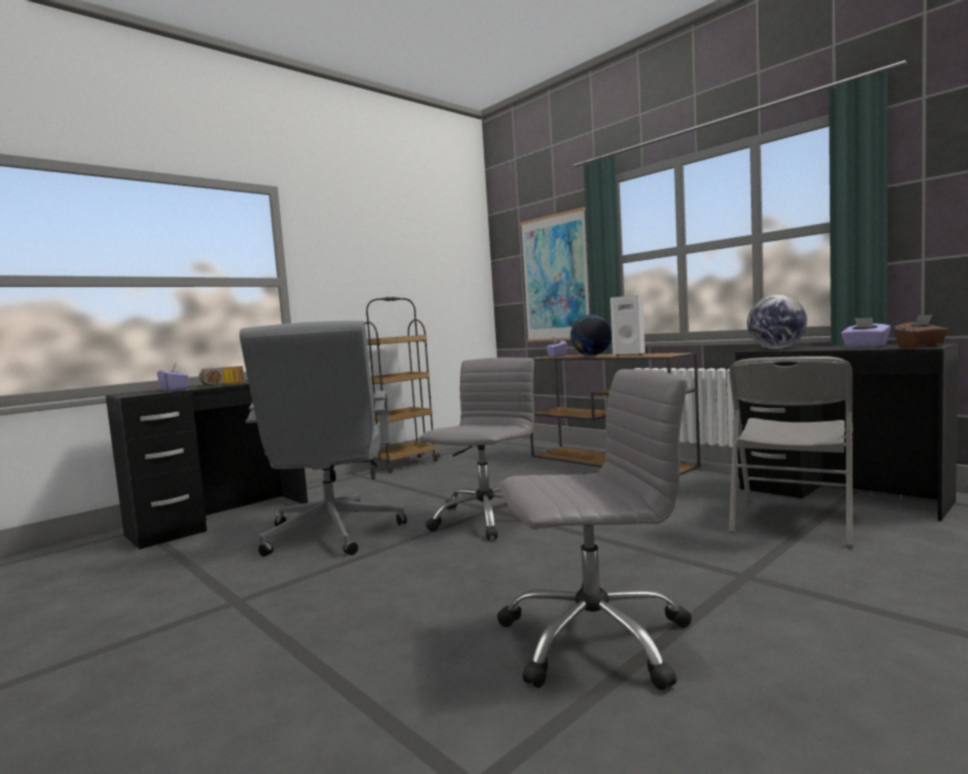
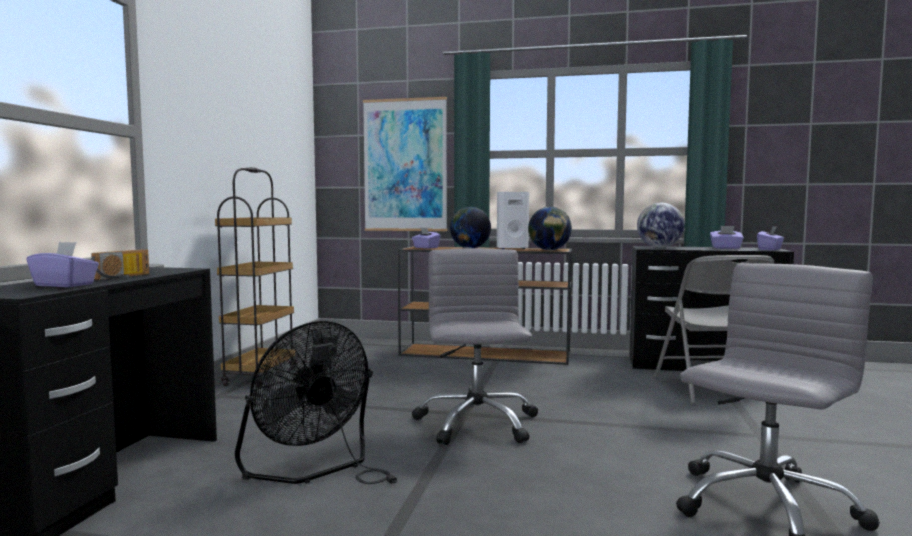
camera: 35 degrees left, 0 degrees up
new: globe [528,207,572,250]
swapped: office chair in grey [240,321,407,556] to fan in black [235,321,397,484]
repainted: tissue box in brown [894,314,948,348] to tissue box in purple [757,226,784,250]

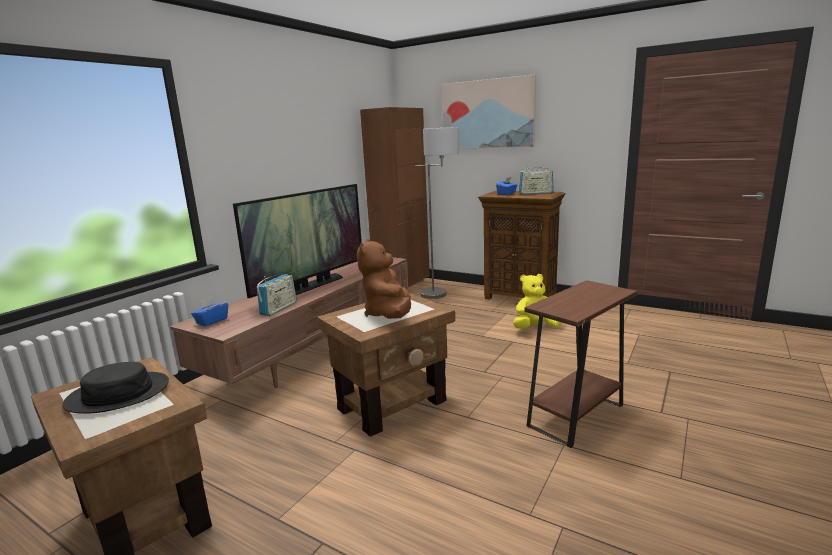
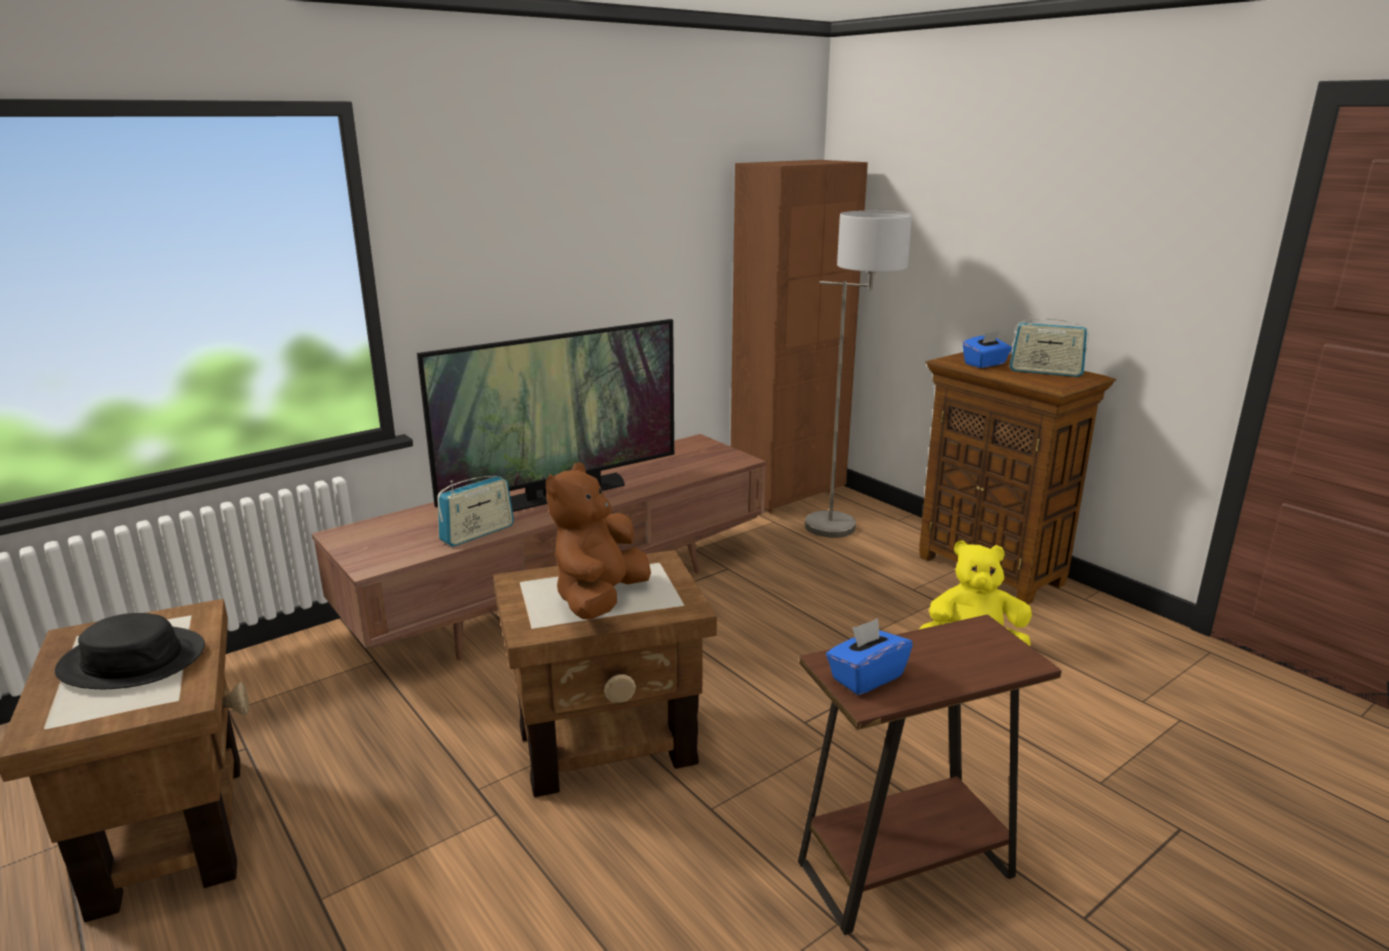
camera: 20 degrees right, 5 degrees up
gone: picture [442,74,536,149]
shifted: tissue box in blue [191,297,228,327] to [826,618,913,695]

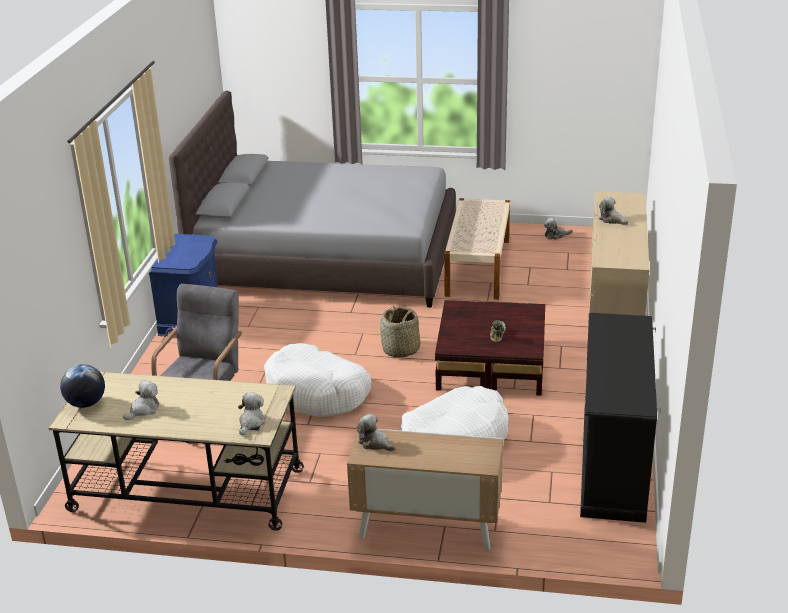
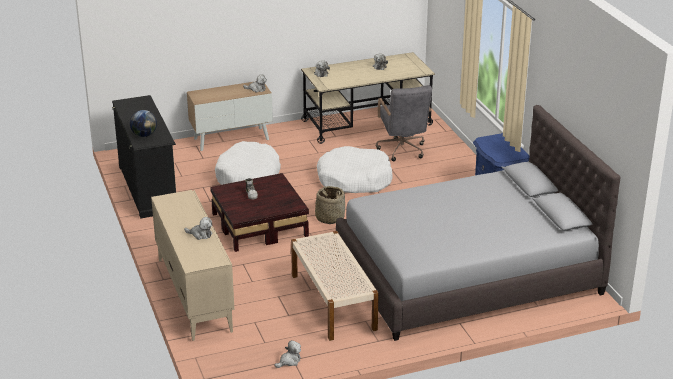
camera: 150 degrees right, 0 degrees up
shifted: globe [60,364,105,408] to [130,110,157,137]

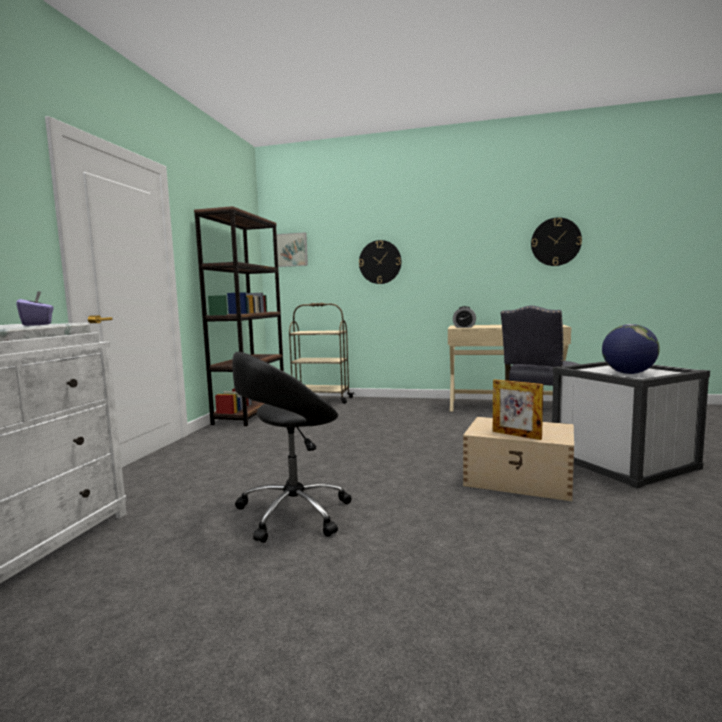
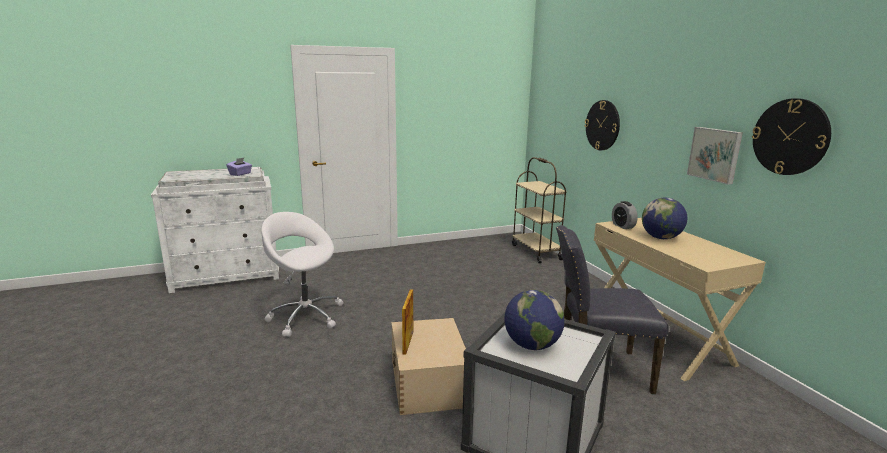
camera: 55 degrees right, 10 degrees up
gone: bookcase in brown [194,206,284,426]
new: globe [642,198,688,239]
shifted: picture [277,232,308,267] to [687,127,743,184]
repainted: office chair in black [232,352,352,543] to office chair in white [261,212,344,337]

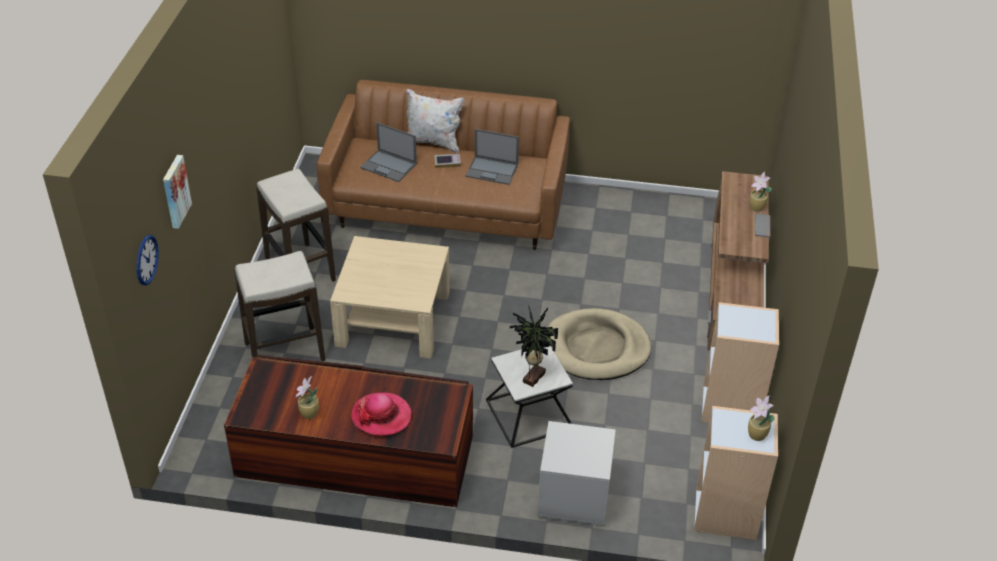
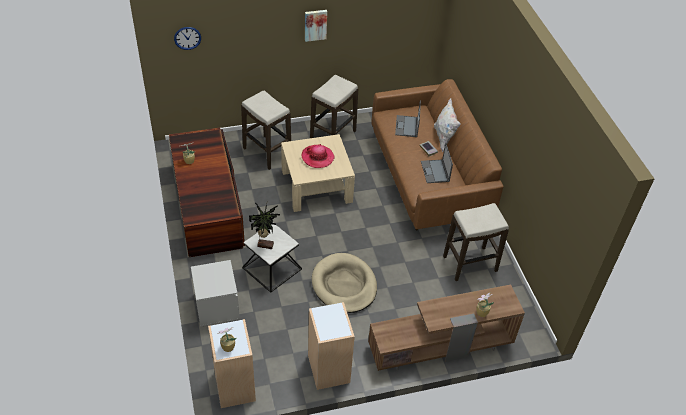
camera: 65 degrees right, 5 degrees up
new: stool [443,203,509,281]
shifted: picture [163,155,192,229] to [305,10,327,42]; hat [351,393,411,436] to [302,144,335,168]

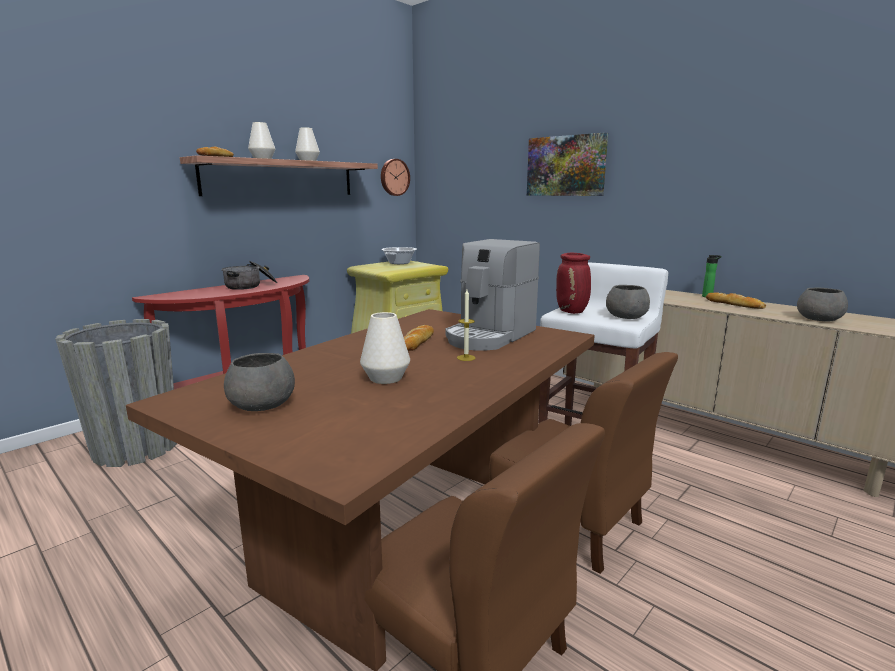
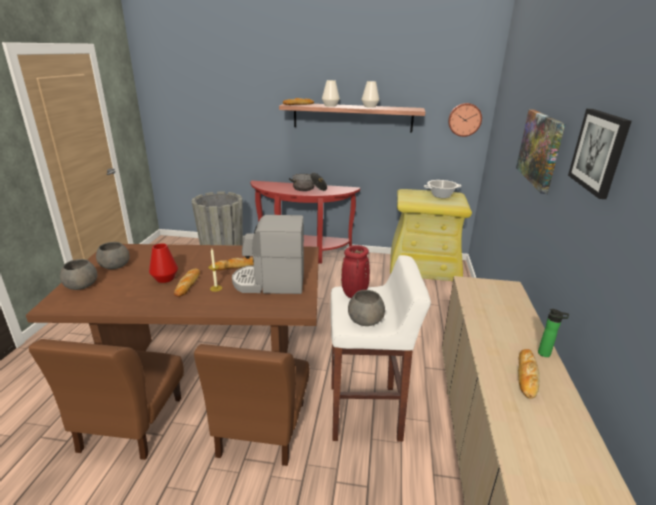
camera: 55 degrees right, 10 degrees up
new: bread [174,269,200,297]; picture [568,109,632,199]
shifted: bowl in grey [797,288,848,322] to [60,259,97,290]
repainted: vase in white [360,312,410,384] to vase in red [149,243,178,283]

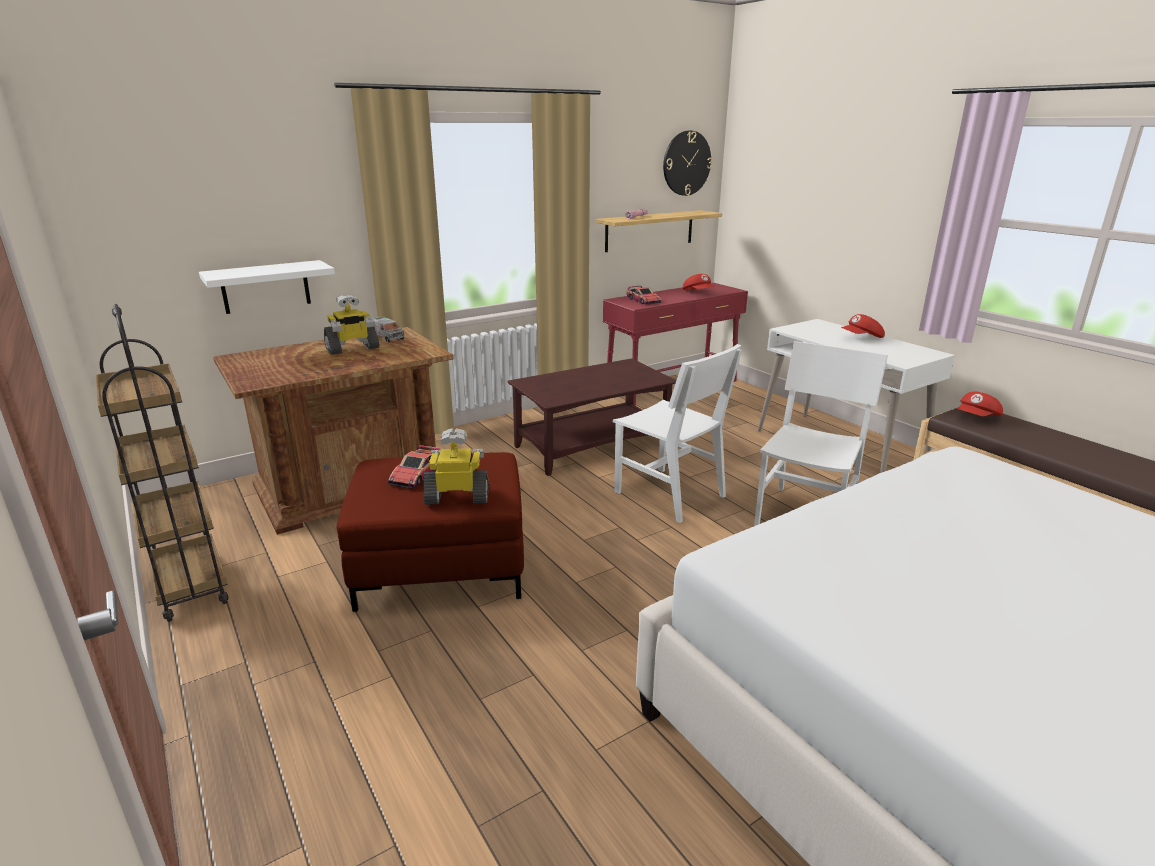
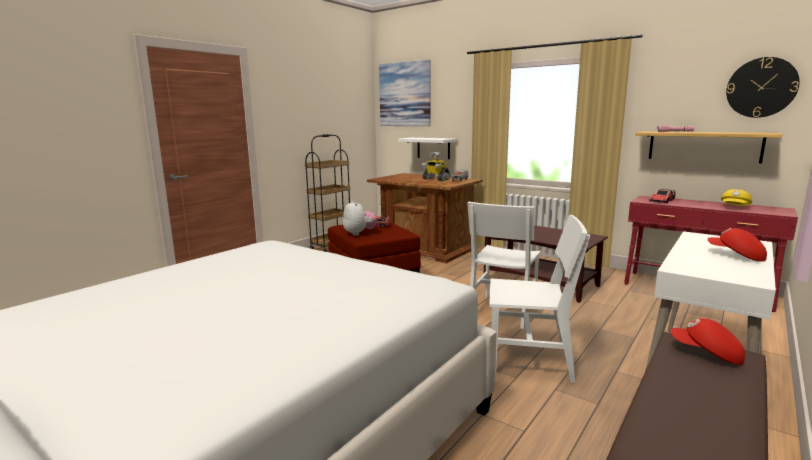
camera: 70 degrees right, 10 degrees down
new: picture [379,60,431,126]
swapped: toy robot [424,428,489,505] to plush toy [343,200,377,236]
repainted: cap in red [683,274,714,290] to cap in yellow [721,189,752,206]

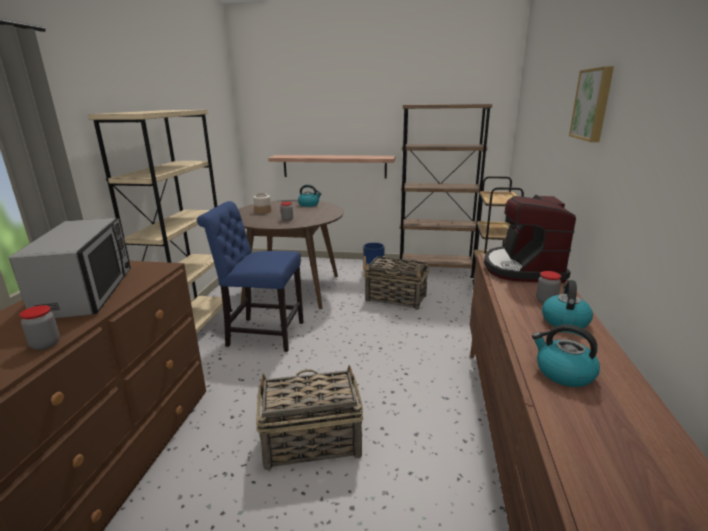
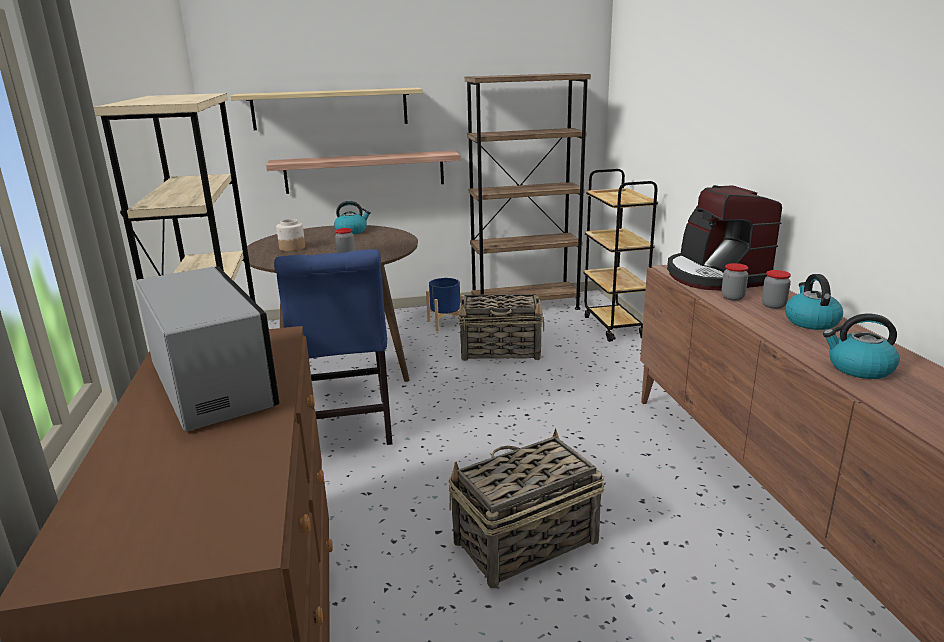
camera: 20 degrees left, 0 degrees up
gone: picture [569,66,614,142]
new: shelf [230,88,423,130]
shifted: jar [19,305,60,350] to [721,263,748,301]
rotated: chair in blue [197,201,303,352] = [274,249,392,445] 90 degrees counterclockwise

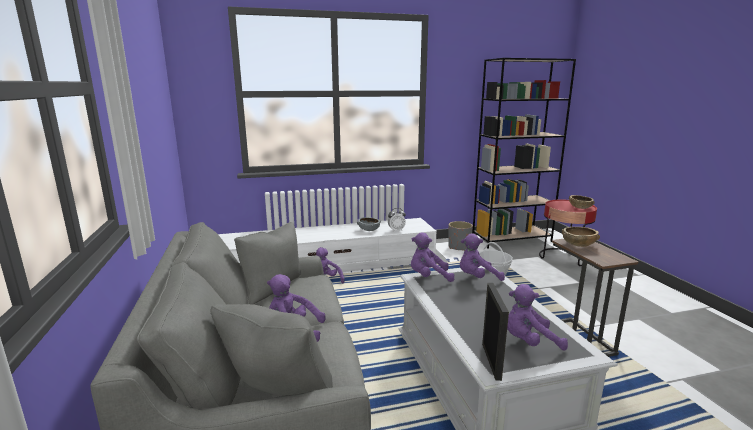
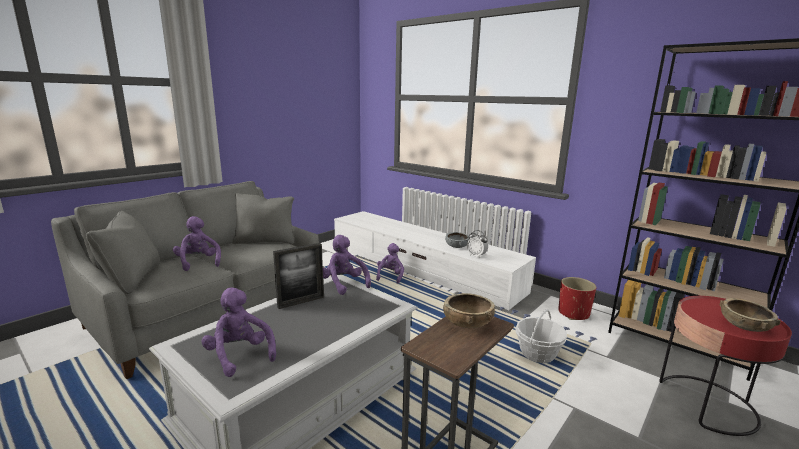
camera: 55 degrees right, 0 degrees up
gone: plush toy in purple [460,234,505,281]
shifted: picture frame [482,283,509,381] to [273,243,324,309]
repainted: planter in grey [448,221,473,251] to planter in red [558,277,597,320]

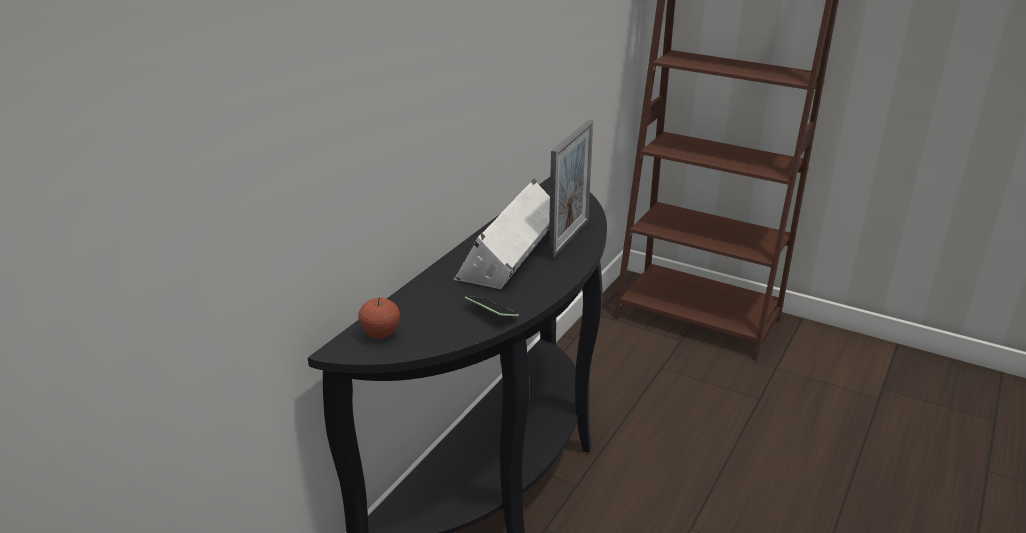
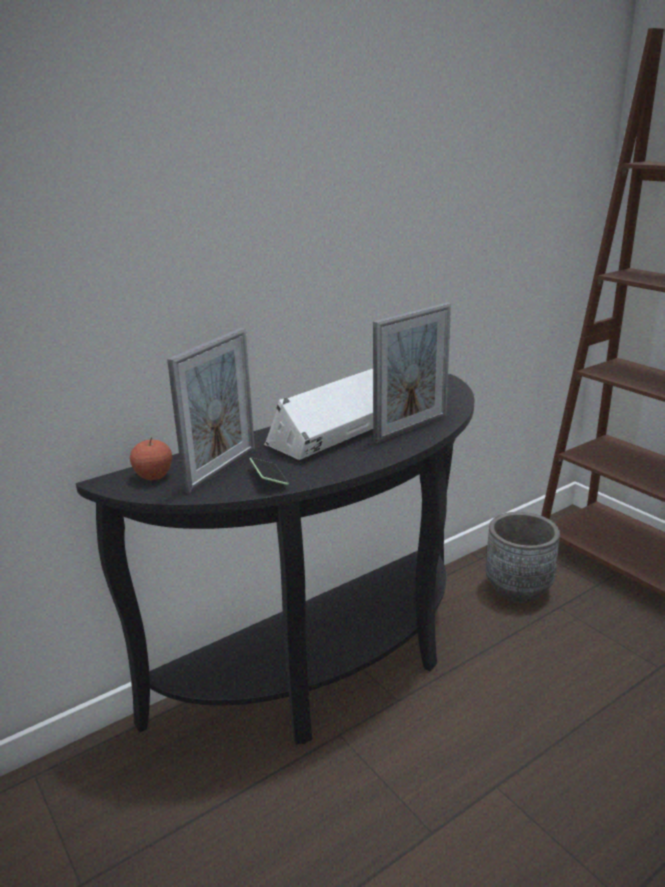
camera: 25 degrees right, 5 degrees down
new: picture frame [167,328,255,494]; planter in grey [486,512,560,603]

